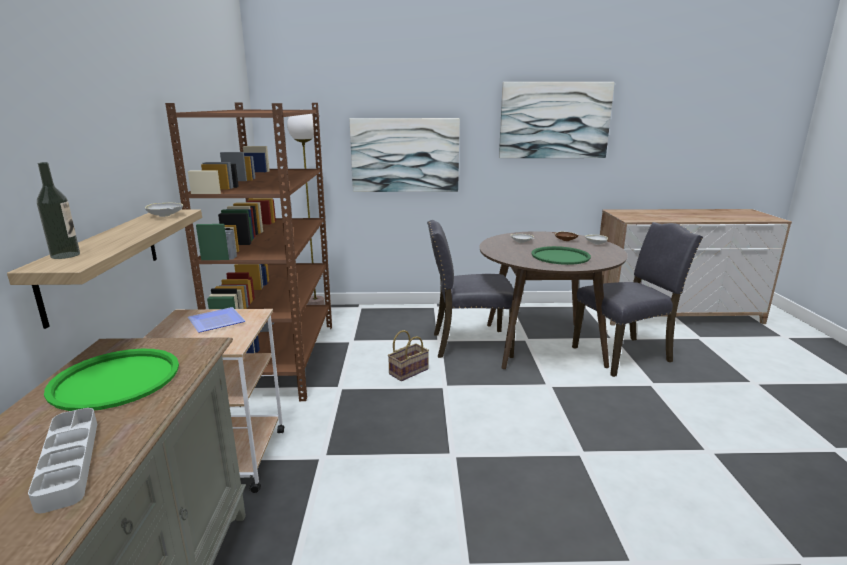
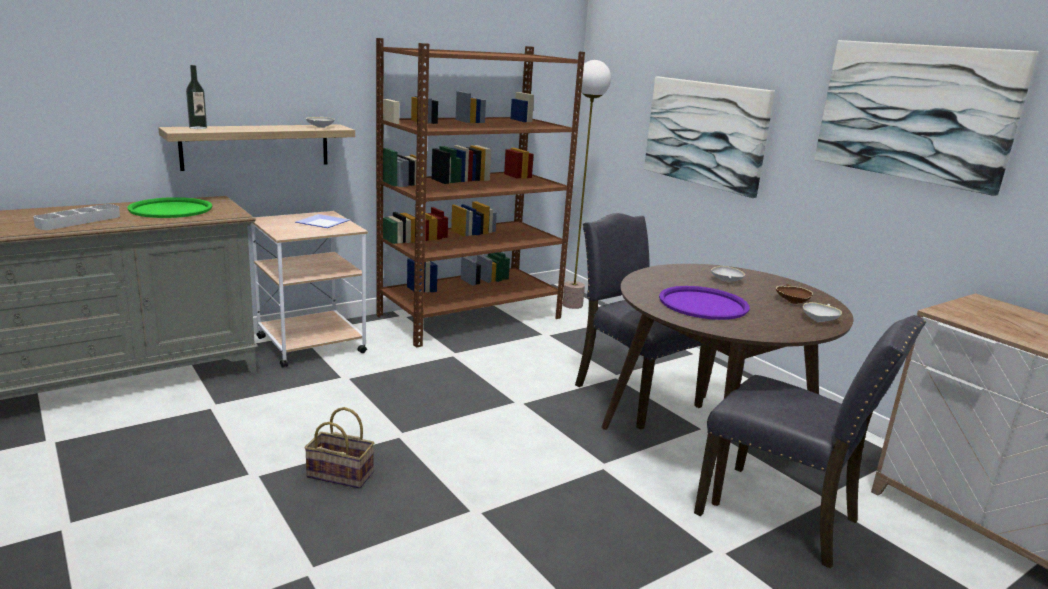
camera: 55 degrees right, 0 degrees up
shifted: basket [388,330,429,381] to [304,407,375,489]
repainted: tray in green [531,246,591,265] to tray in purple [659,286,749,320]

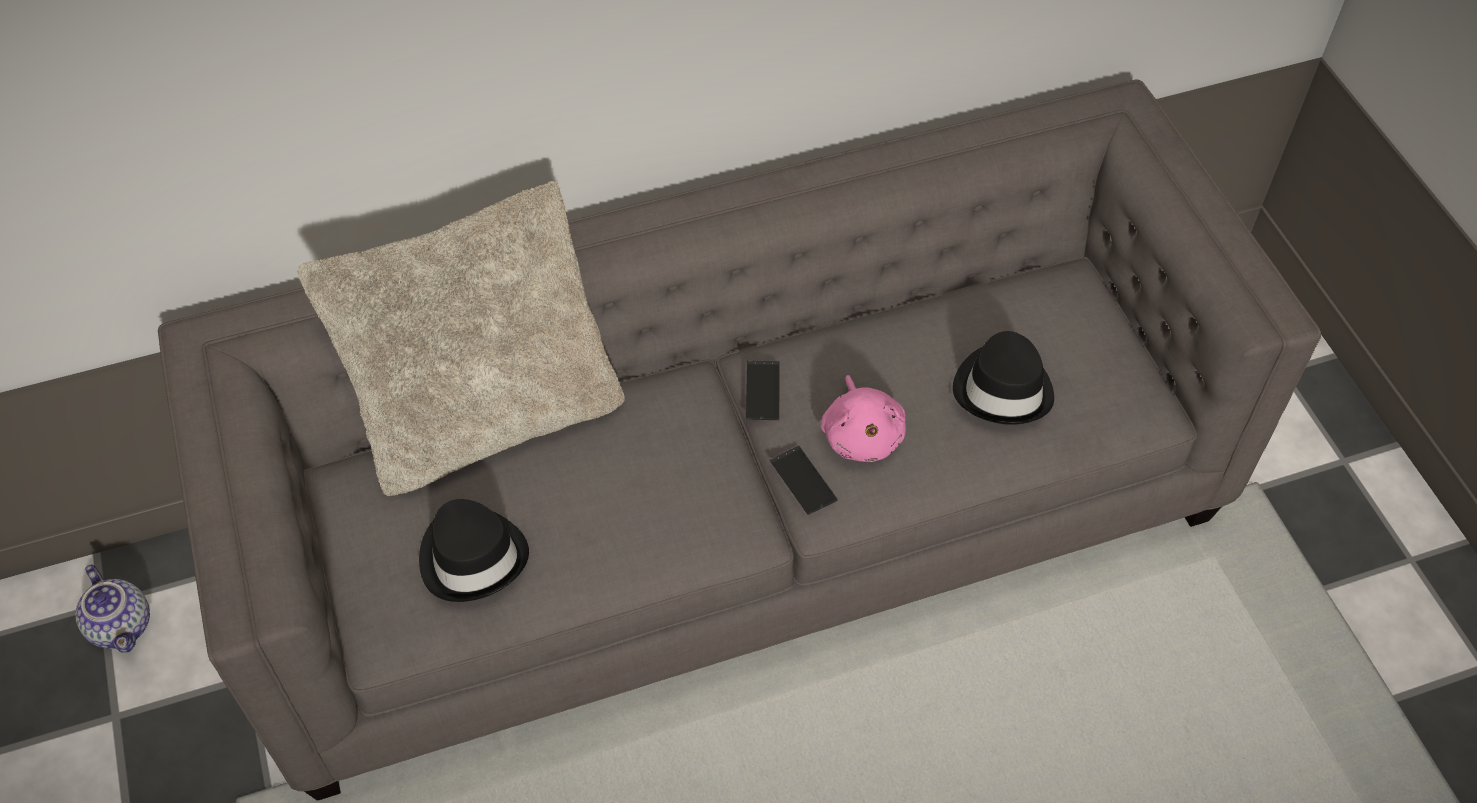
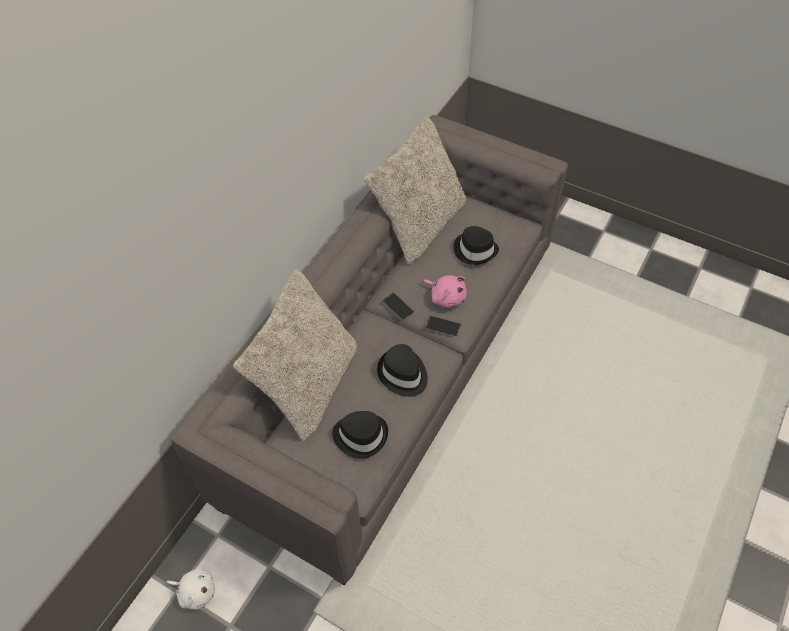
camera: 40 degrees left, 0 degrees up
new: pillow in beige [364,117,466,264]; hat in black [377,344,428,397]
swapped: teapot [75,564,150,653] to plush toy in white [166,568,215,610]

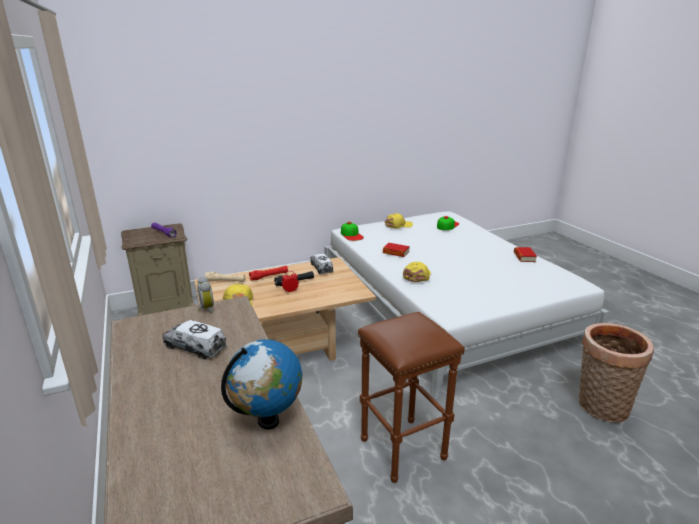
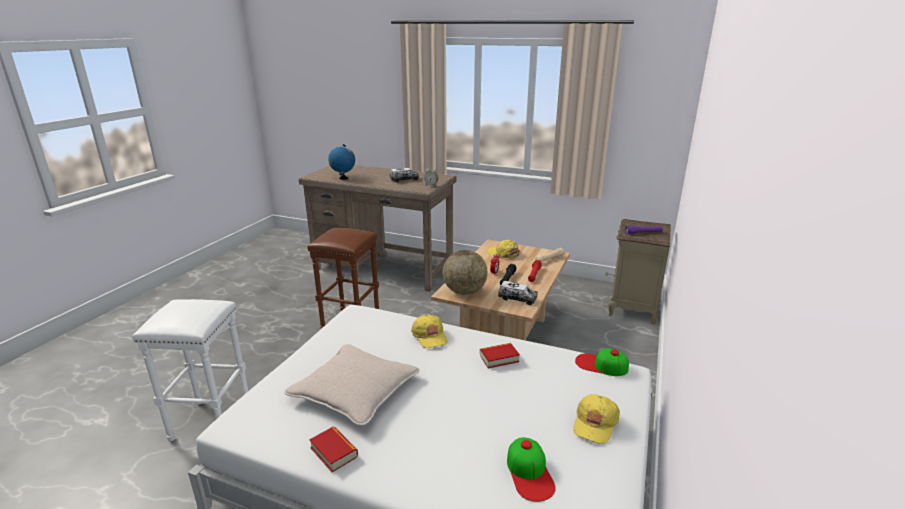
camera: 135 degrees right, 0 degrees up
new: pillow in beige [284,344,419,426]; globe [443,250,487,295]
swapped: basket [579,323,654,423] to stool in white [132,299,248,442]

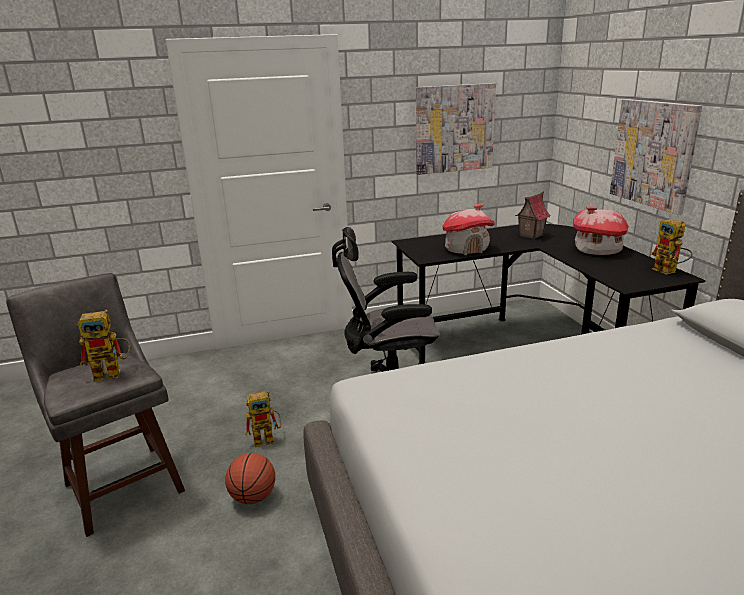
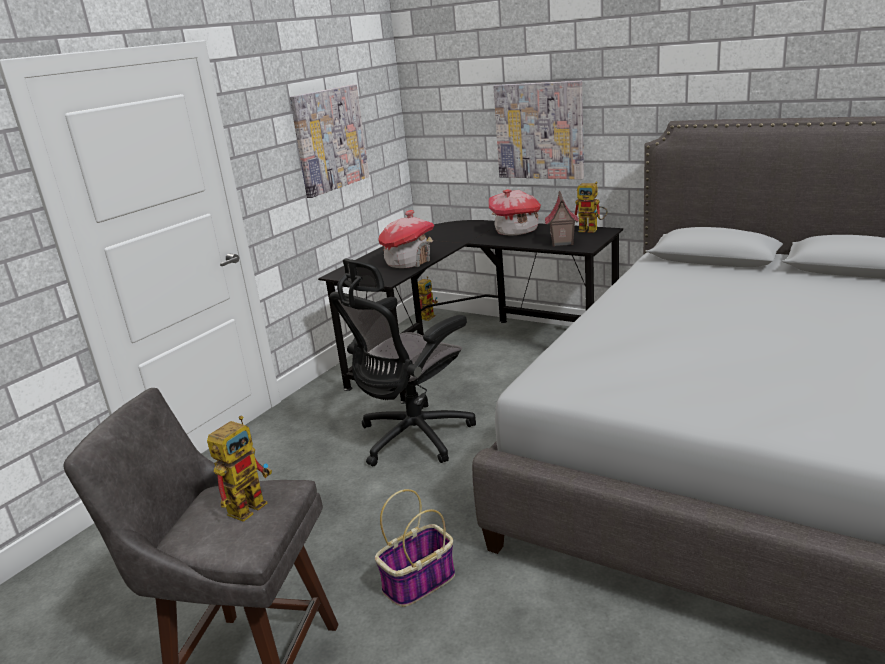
camera: 40 degrees left, 0 degrees up
shifted: toy robot [246,391,281,447] to [418,276,438,321]; toy house [515,191,551,239] to [544,191,579,246]
swapped: basketball [225,453,275,504] to basket [375,489,455,607]

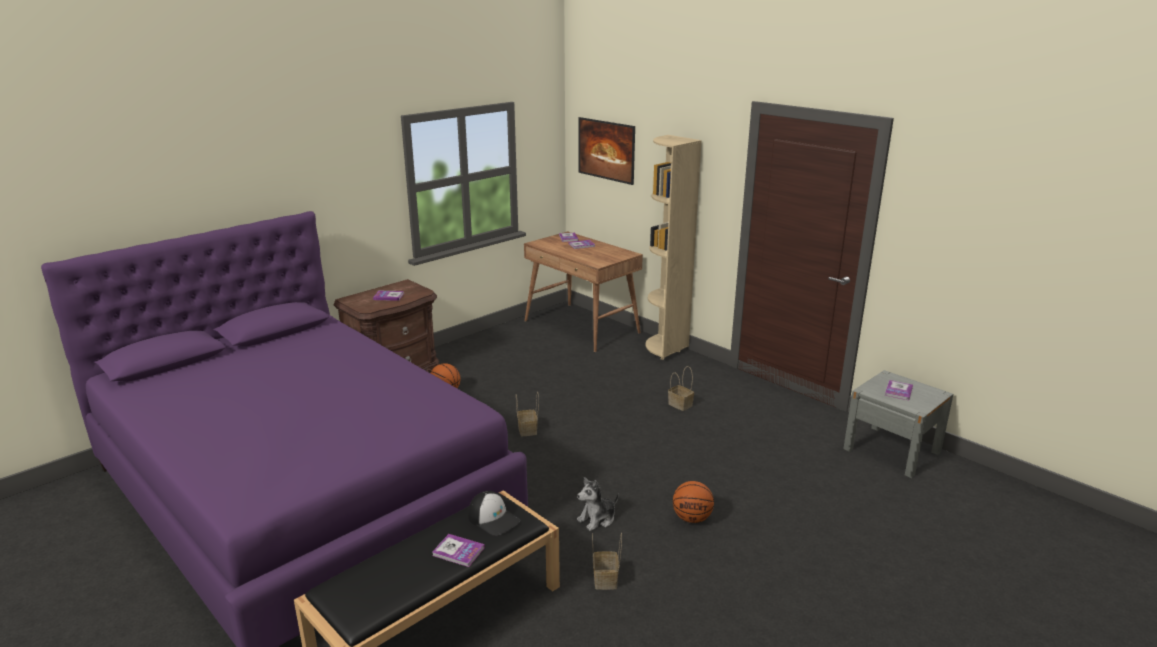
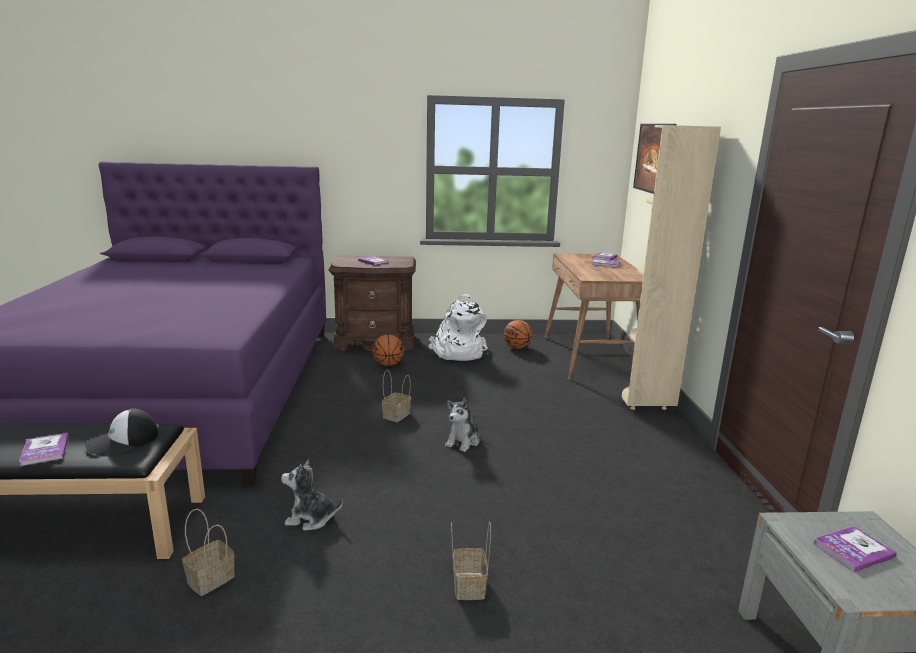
camera: 40 degrees right, 5 degrees down
new: backpack in white [428,294,488,361]; plush toy [445,398,480,452]
shifted: basket [668,366,694,411] to [451,522,491,600]; basketball [673,481,714,523] to [504,320,532,349]
rotated: cap [468,491,520,535] = [85,408,158,456] 60 degrees clockwise

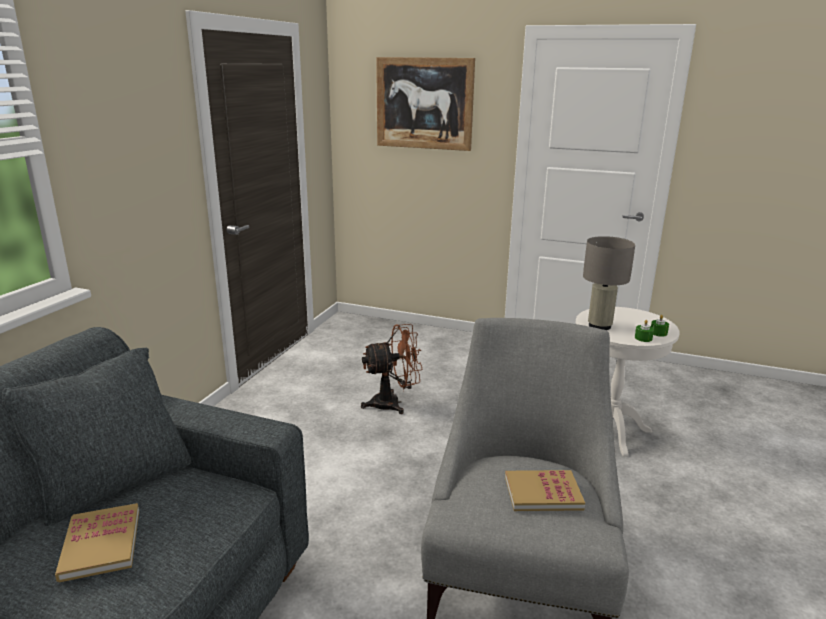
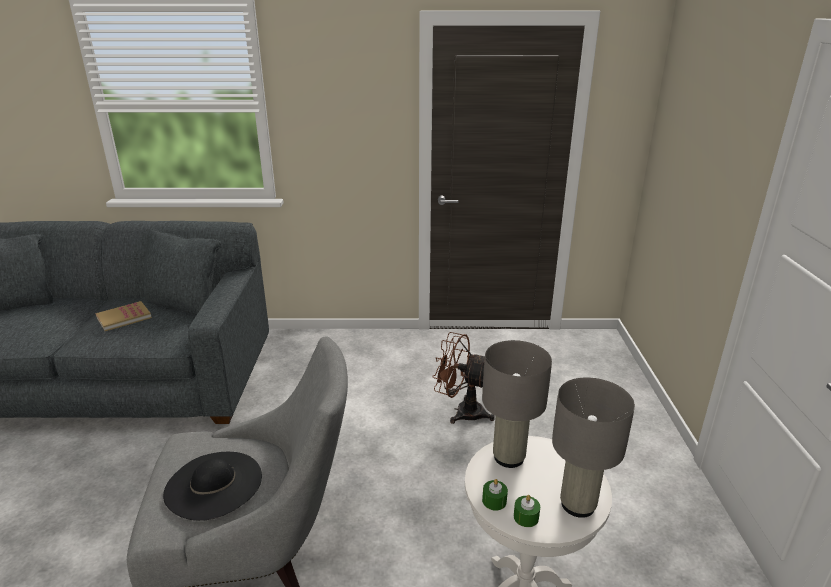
camera: 70 degrees right, 5 degrees up
gone: picture [376,57,475,151]
new: table lamp in grey [552,377,635,518]
swapped: book [505,470,585,511] to hat in black [163,452,262,521]
rotated: fan in brown [361,324,422,414] = [432,332,495,424] 150 degrees clockwise

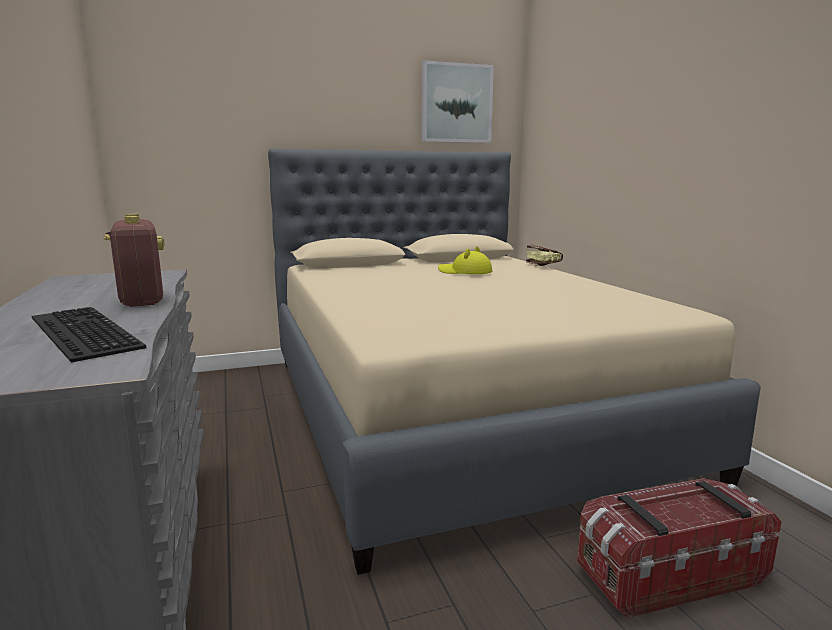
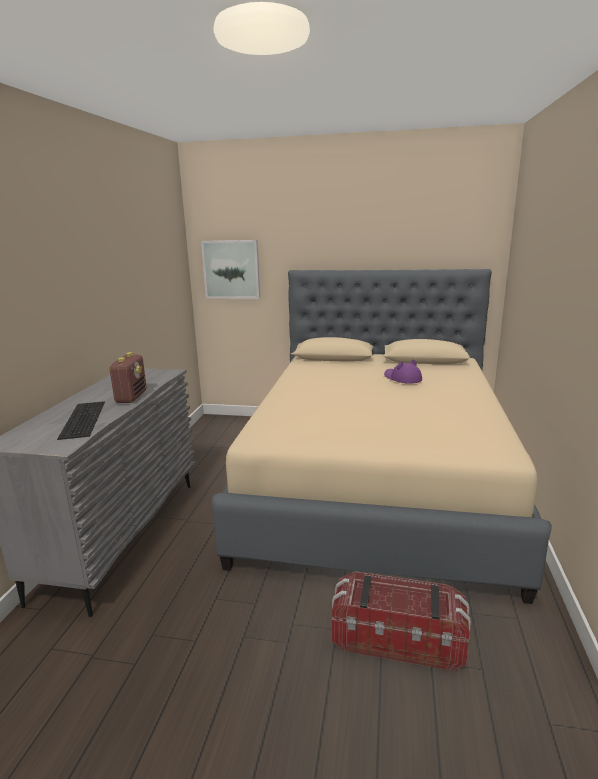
camera: 30 degrees right, 5 degrees up
gone: book [526,244,563,266]
shifted: picture [422,60,494,143] to [201,240,260,299]
repainted: hat in yellow [438,246,492,274] to hat in purple [384,359,422,384]

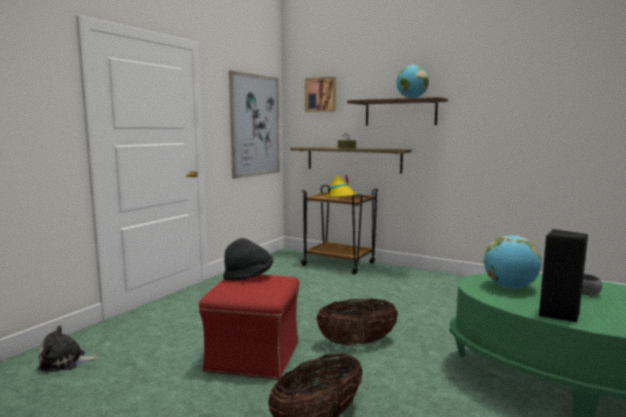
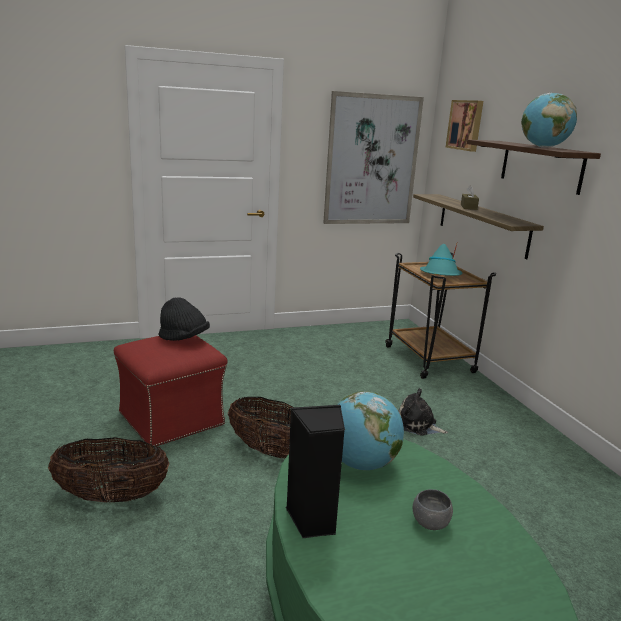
camera: 40 degrees right, 10 degrees up
shifted: plush toy [38,325,99,372] to [399,388,448,436]
repainted: hat in yellow [325,175,358,197] to hat in turquoise [420,244,463,276]

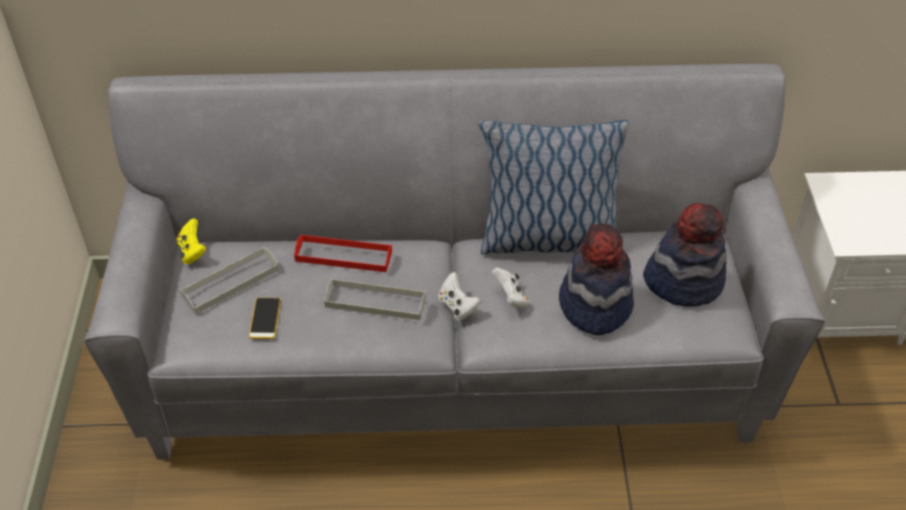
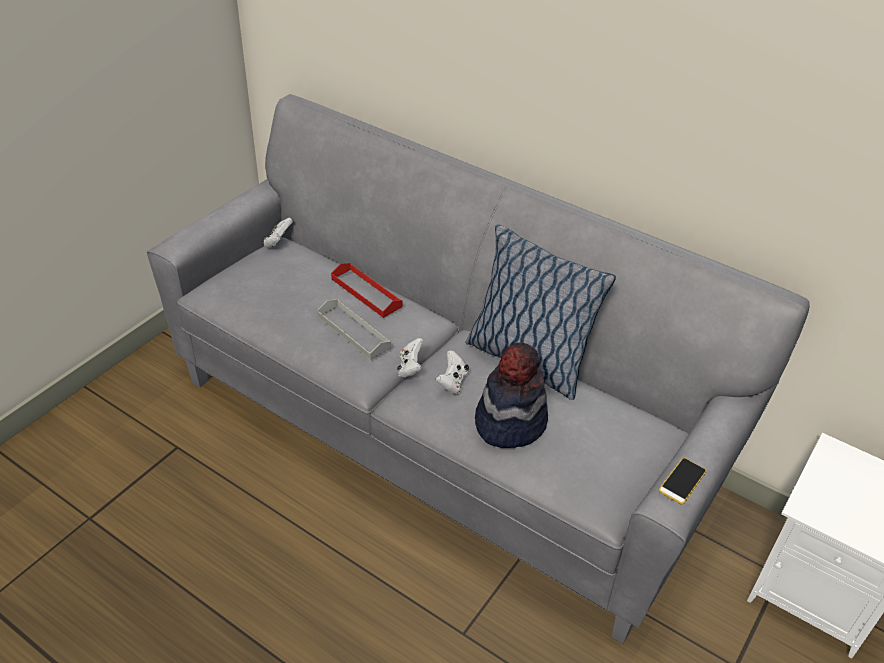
camera: 35 degrees right, 5 degrees down
gone: tray in grey [179,247,279,314]; hat [643,203,727,307]
shifted: phone [249,298,281,339] to [659,458,707,504]
repainted: game controller in yellow [177,218,206,264] to game controller in white [263,218,293,248]

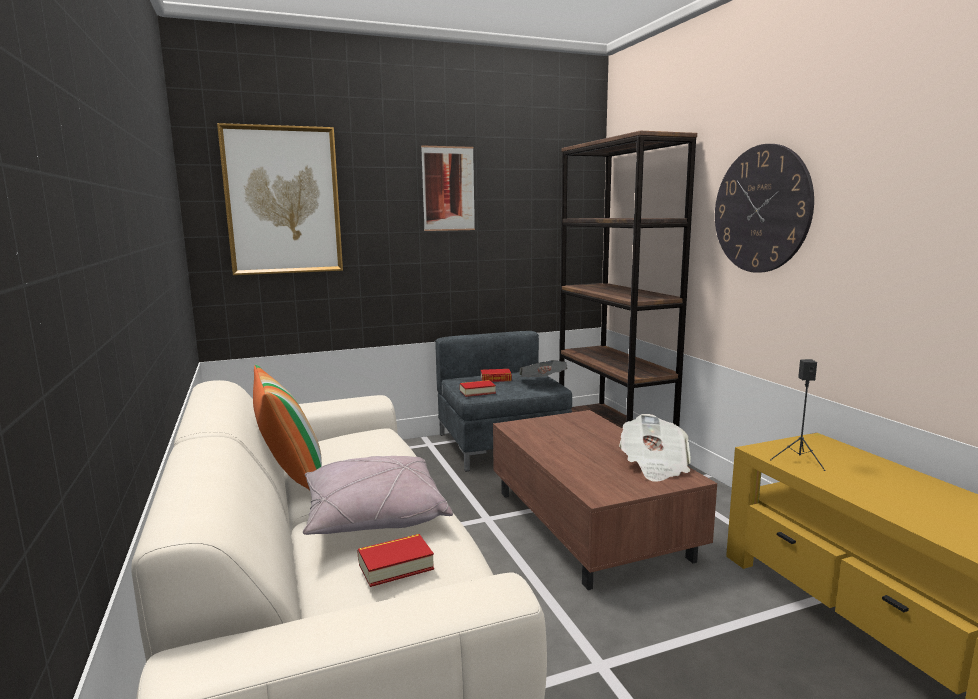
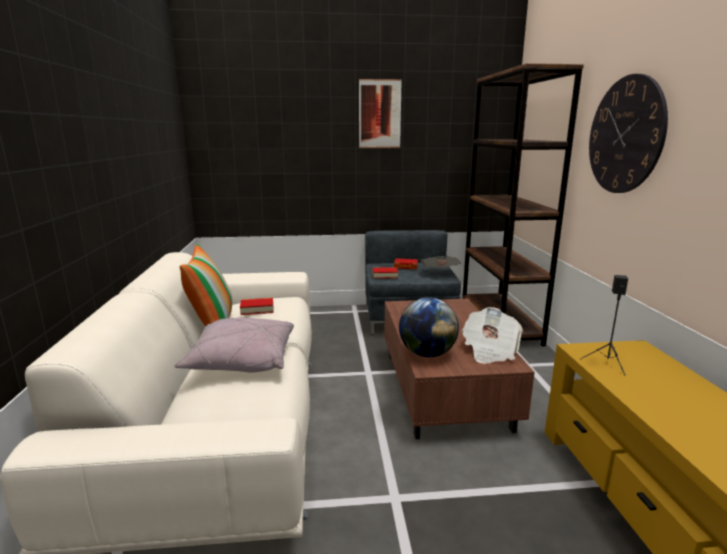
camera: 15 degrees right, 5 degrees up
gone: picture [217,123,343,275]
new: globe [399,298,459,357]
shifted: book [357,534,434,587] to [240,298,273,315]

